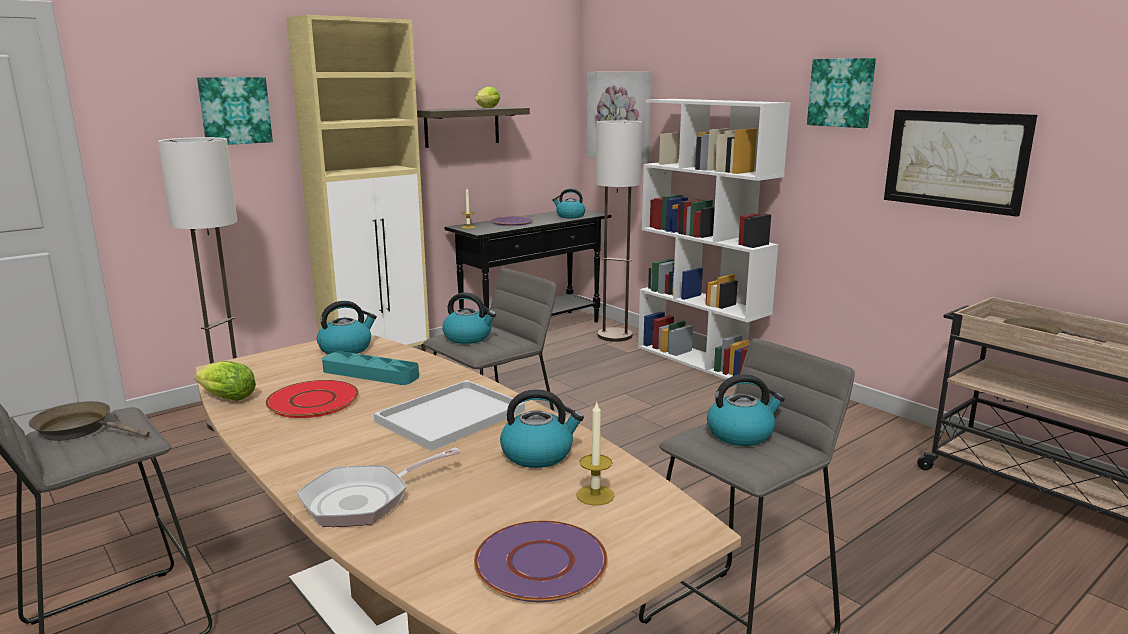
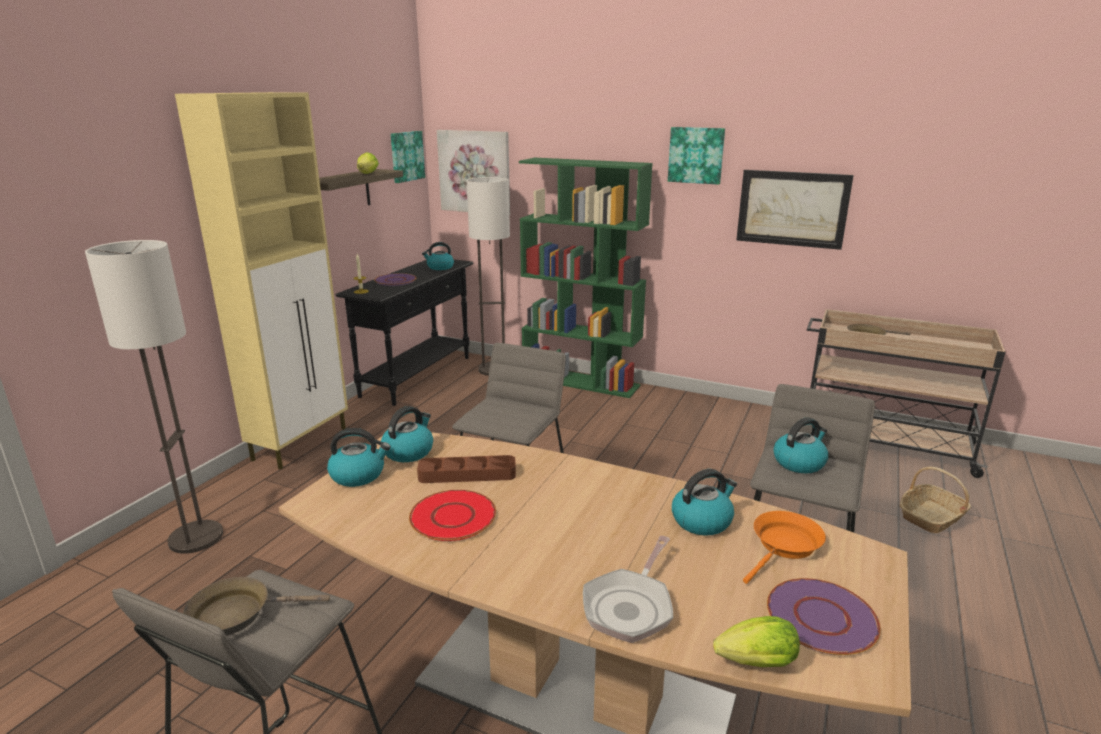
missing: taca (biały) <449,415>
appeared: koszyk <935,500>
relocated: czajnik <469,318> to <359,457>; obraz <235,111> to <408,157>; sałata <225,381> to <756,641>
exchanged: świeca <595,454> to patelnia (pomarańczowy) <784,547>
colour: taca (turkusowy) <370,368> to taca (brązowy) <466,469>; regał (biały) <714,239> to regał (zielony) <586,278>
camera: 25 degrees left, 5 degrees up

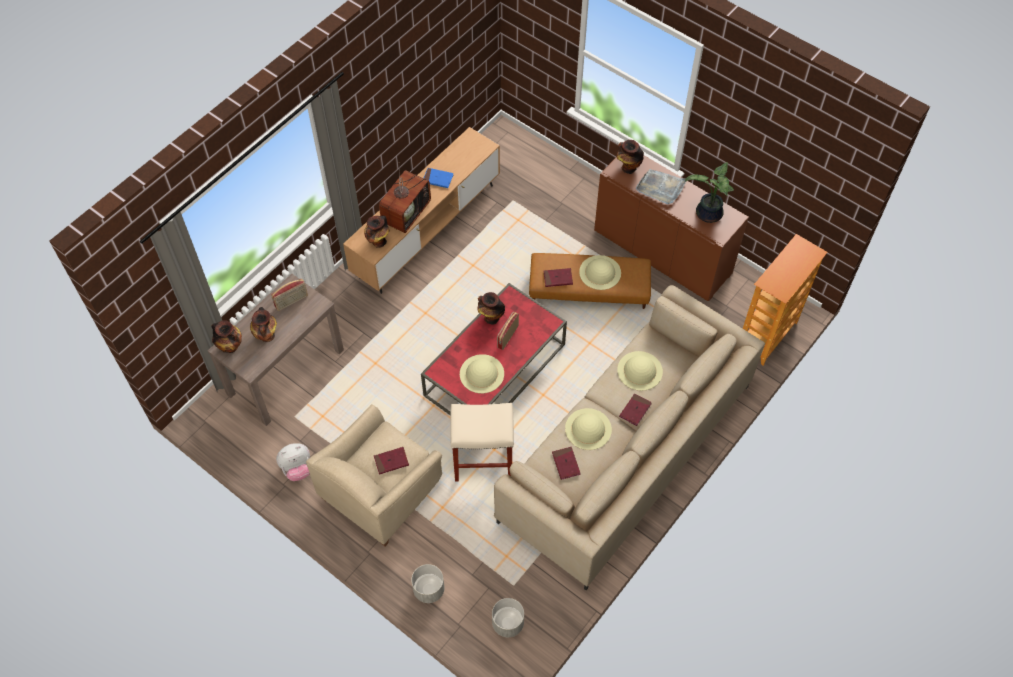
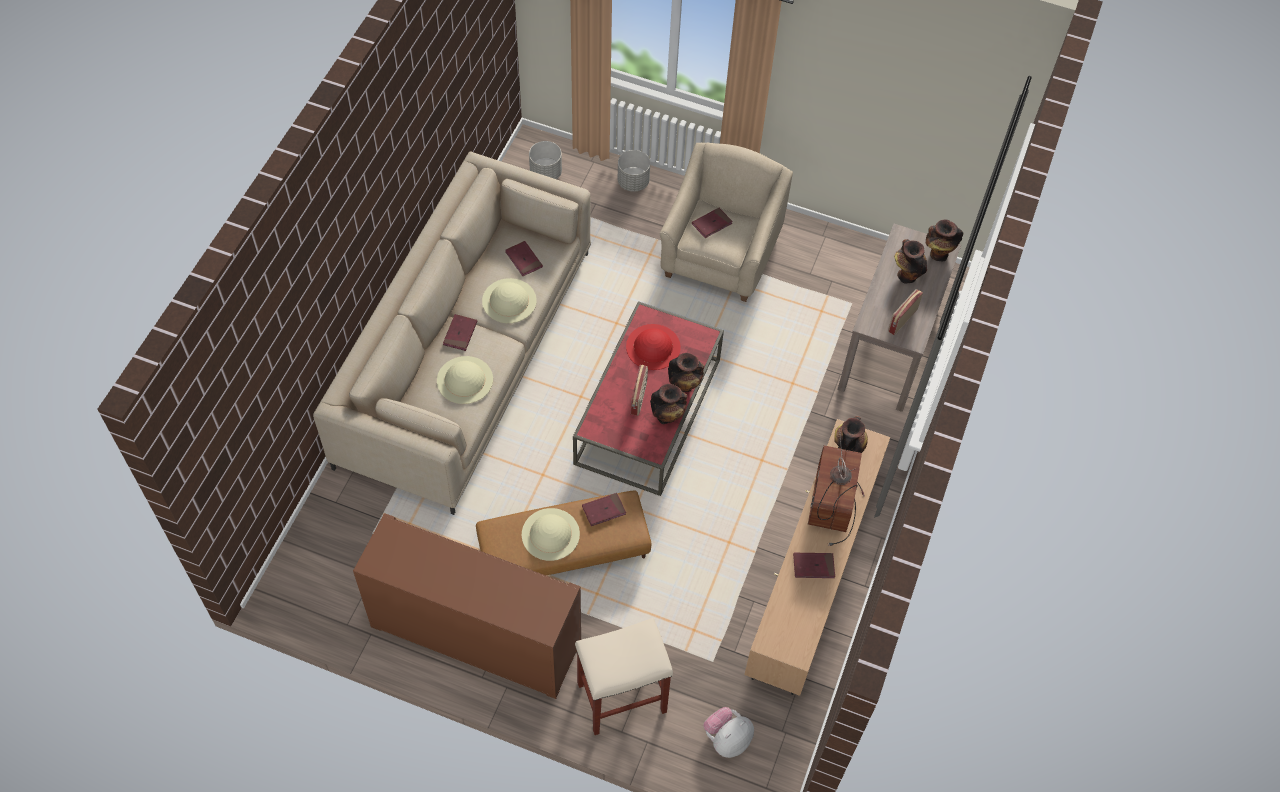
missing: taca (szary) <661,186>; roślina doniczkowa <709,192>; regał <785,300>
relocated: stołek (beżowy) <482,442> to <624,676>; wazon <630,157> to <686,372>; pluszak <293,462> to <728,732>
colour: kapelusz (beżowy) <482,373> to kapelusz (czerwony) <653,347>; książka (niebieski) <438,178> to książka (czerwony) <814,565>
camera: 160 degrees right, 0 degrees up

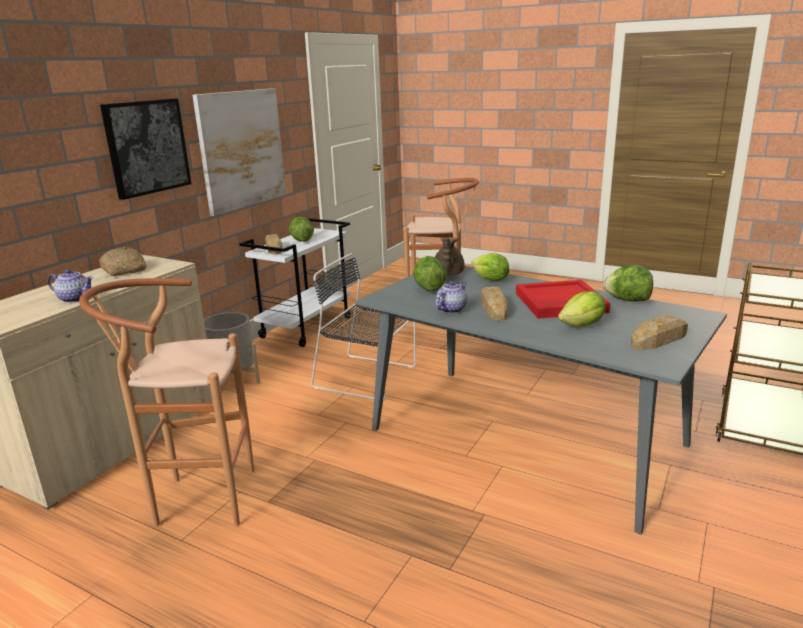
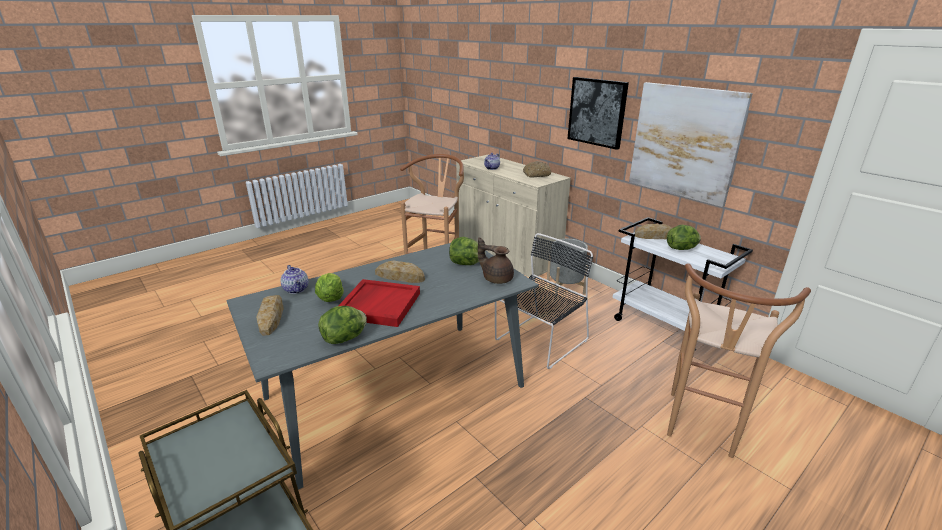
missing: sałata <490,267>
relocated: imbryk <451,297> to <294,279>
camera: 110 degrees right, 5 degrees up

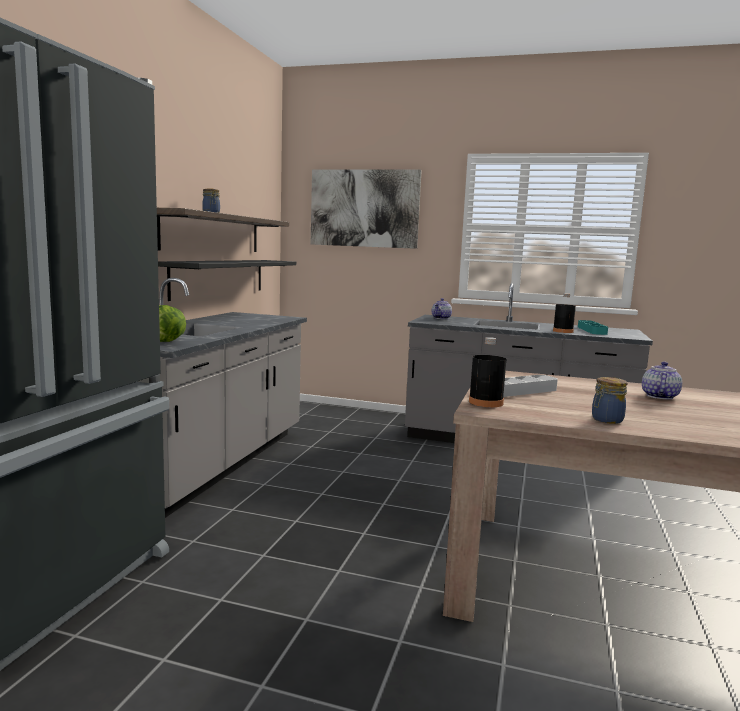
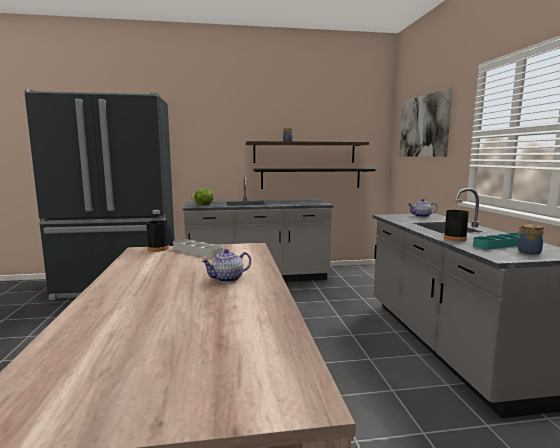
relocated: słoik <610,400> to <530,239>
spun: imbryk <662,381> = <226,266> 150 degrees clockwise
camera: 65 degrees right, 0 degrees up

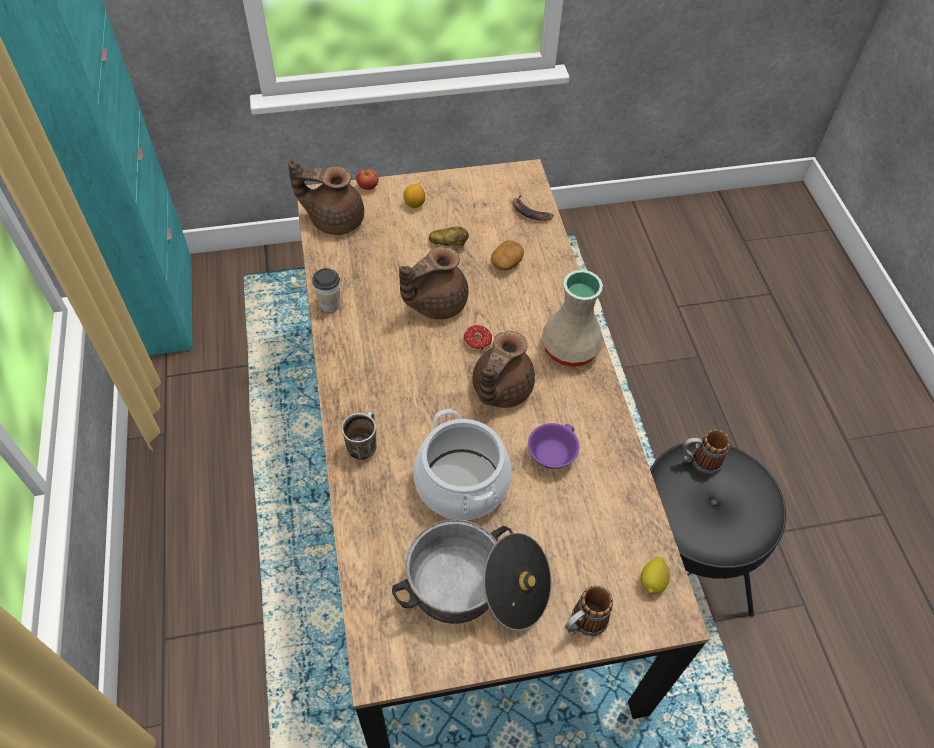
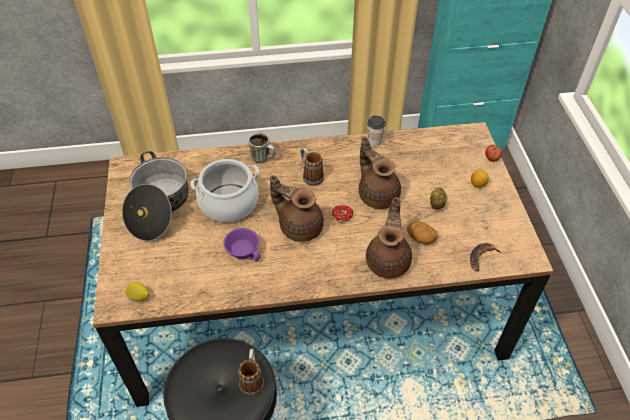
missing: wazon (beżowy) <572,318>
relocated: kubek <589,610> to <312,167>; imbryk (brązowy) <326,197> to <389,237>
camera: 95 degrees right, 5 degrees down

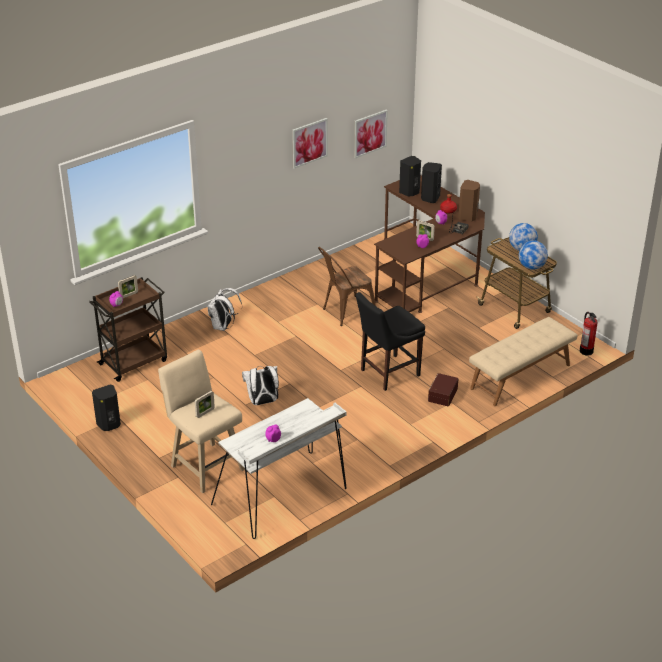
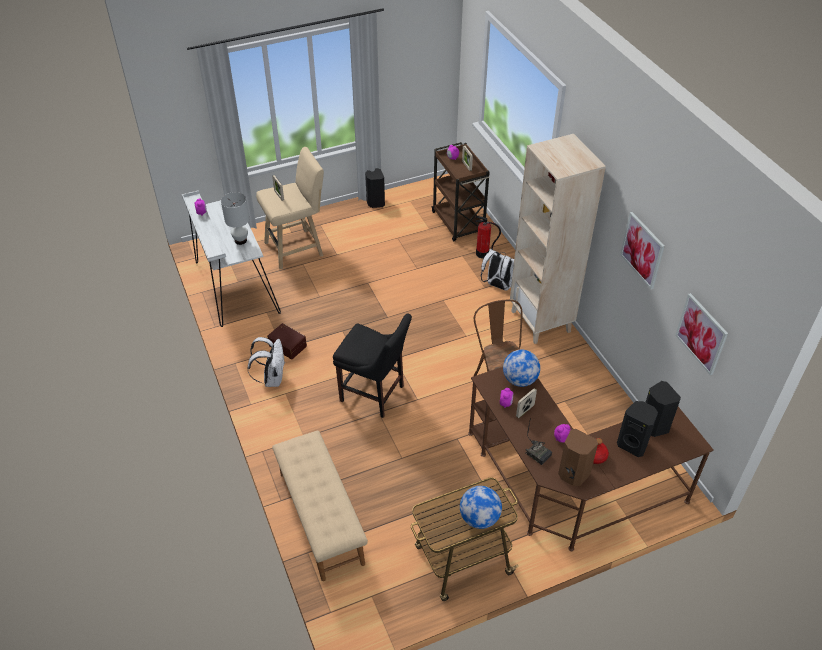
appeared: lampa stołowa (biały) <235,218>; regał (beżowy) <558,239>
relocated: plecak (biały) <260,385> to <265,362>; pojemnik do przechowywania (brązowy) <443,390> to <287,341>; gaśnica <589,334> to <488,237>; globus <533,255> to <521,368>
spun: krzesło (czarny) <390,341> = <372,366> 135 degrees clockwise
camera: 105 degrees right, 10 degrees up

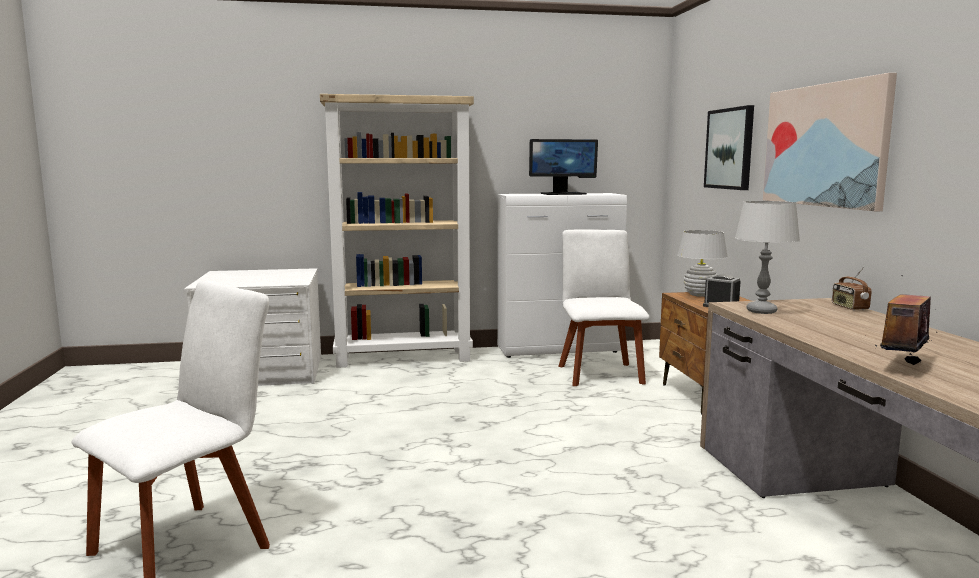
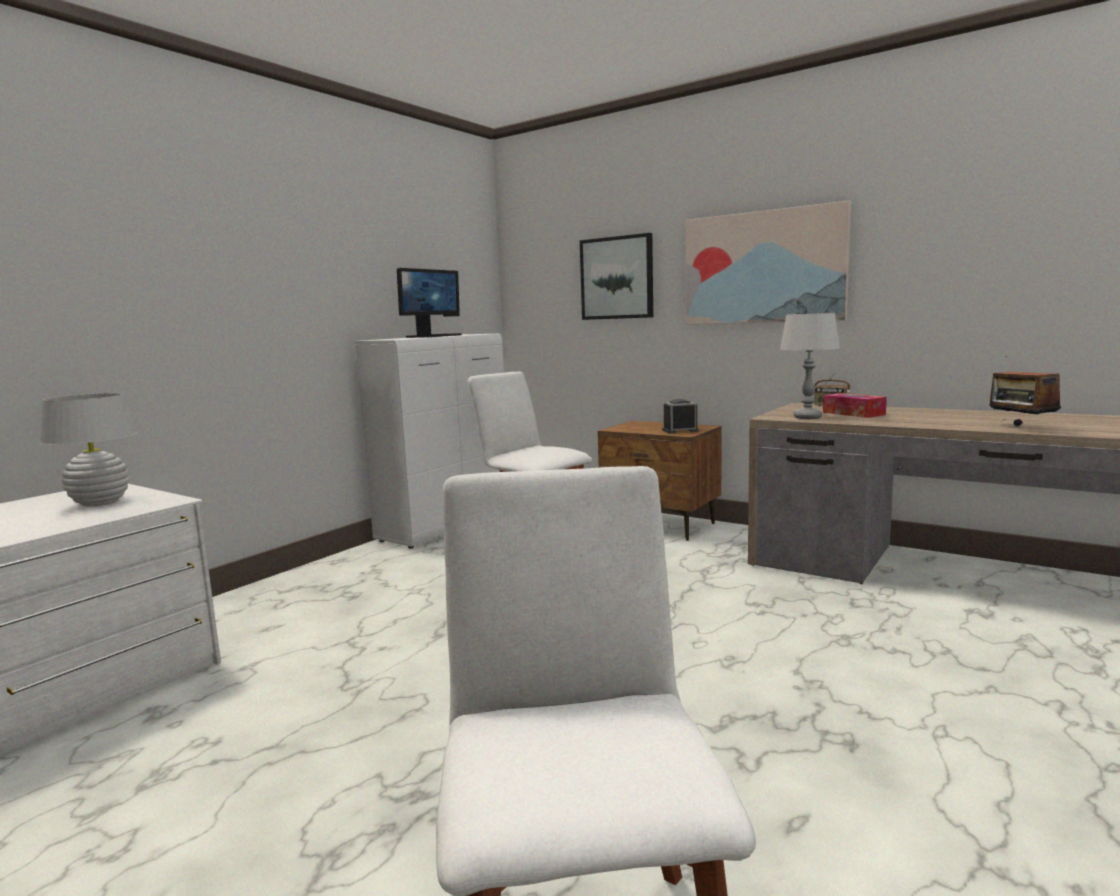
missing: regał (beżowy) <397,231>
appeared: pudełko chusteczek <855,405>
relocated: lampa stołowa (biały) <703,263> to <88,450>
camera: 45 degrees left, 0 degrees up

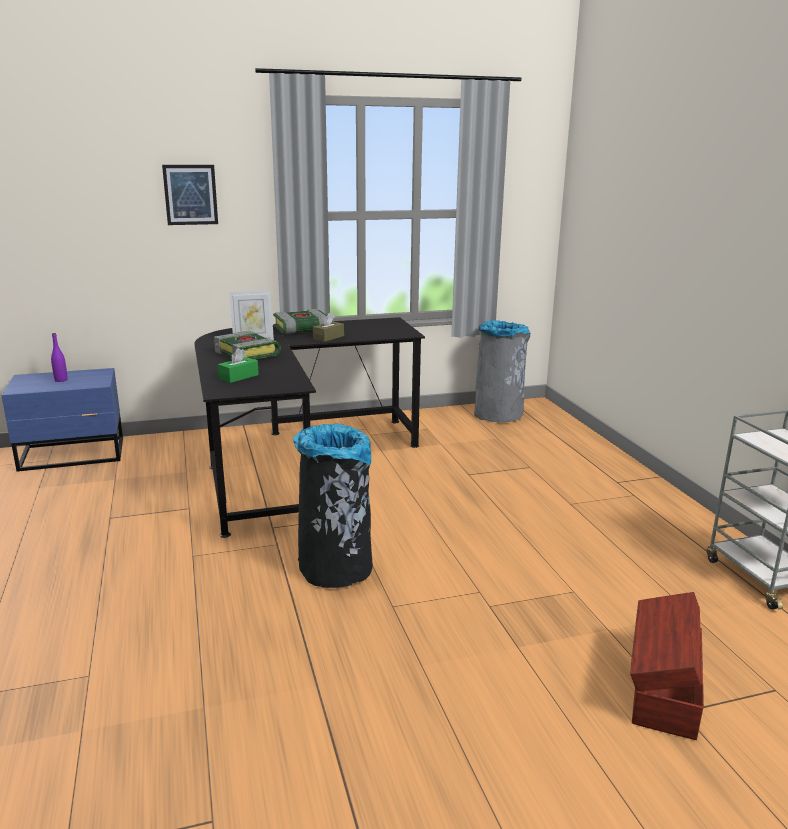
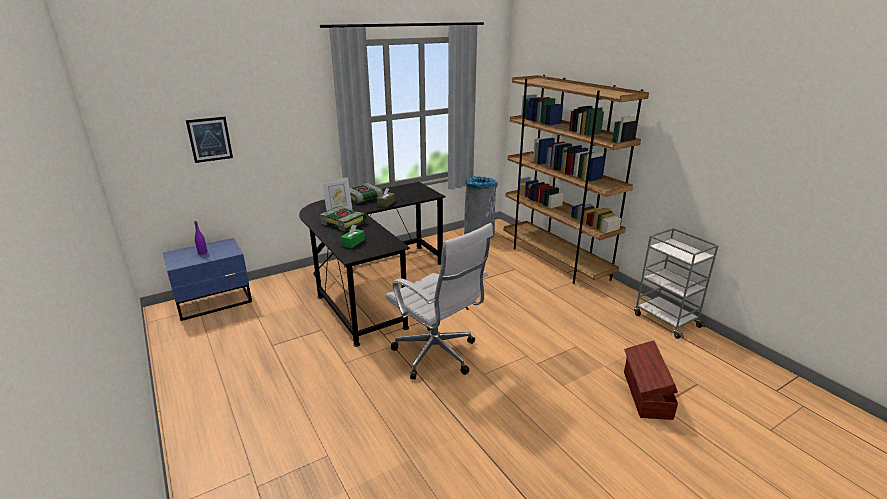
appeared: regał (brązowy) <576,179>
relocated: obraz <190,195> to <209,140>
exchanged: kosz na śmieci (czarny) <333,505> to krzesło biurowe (biały) <439,301>
camera: 15 degrees left, 5 degrees up

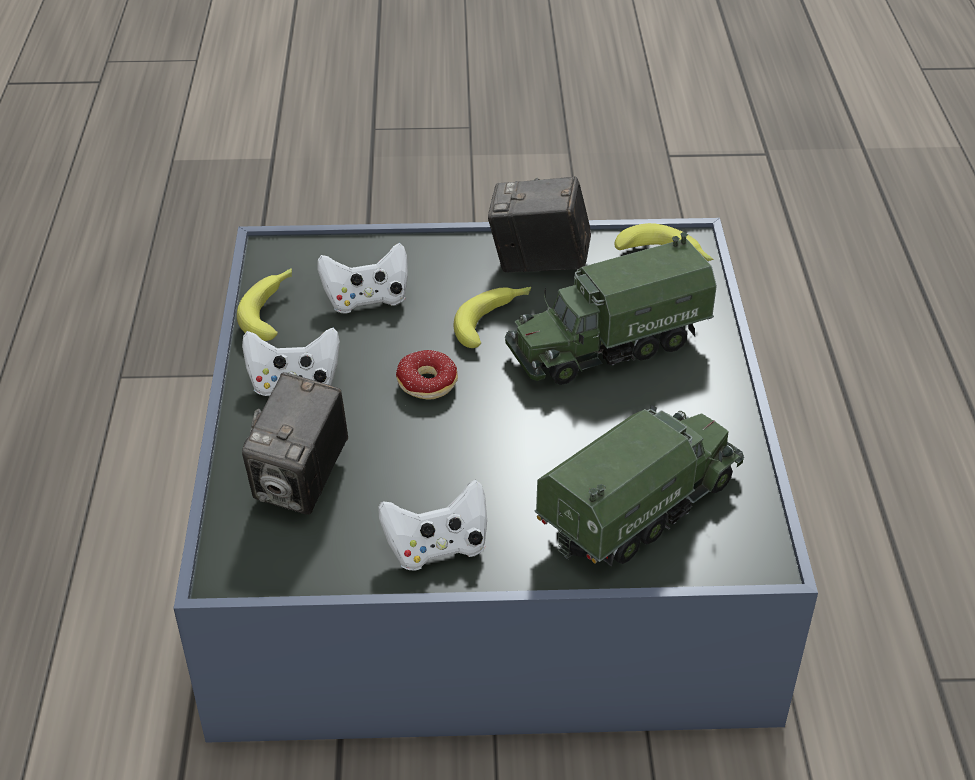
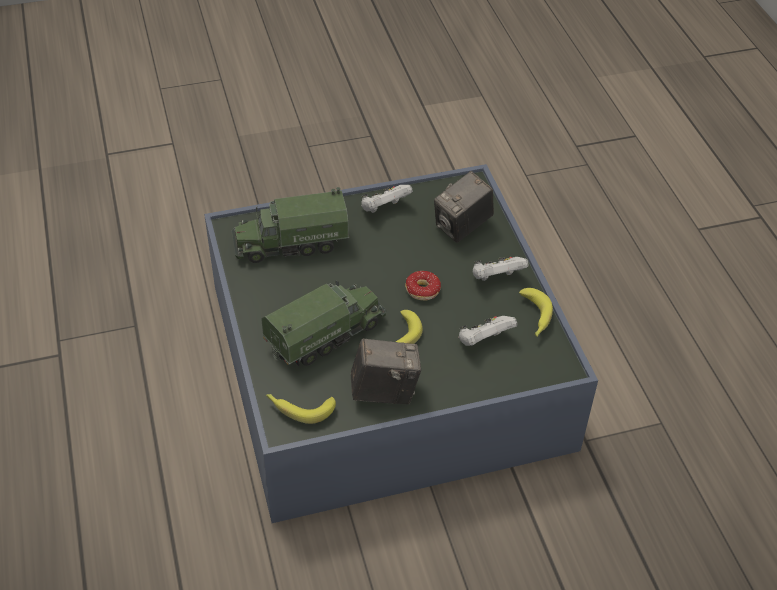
spun: ciężarówka zabawkowa <639,486> = <290,225> 45 degrees clockwise; aparat fotograficzny <295,443> = <464,207> 135 degrees counterclockwise
camera: 165 degrees right, 5 degrees up

